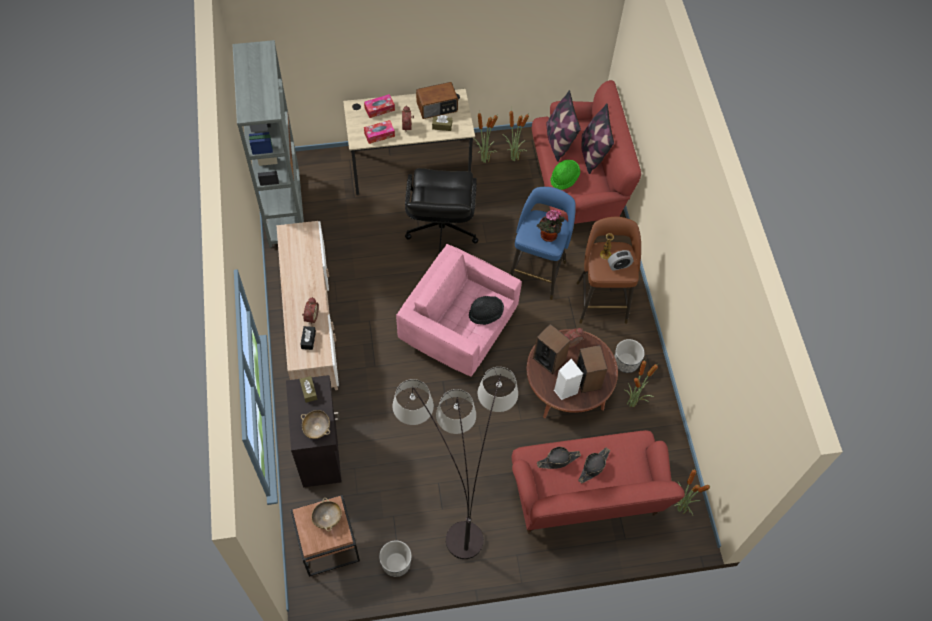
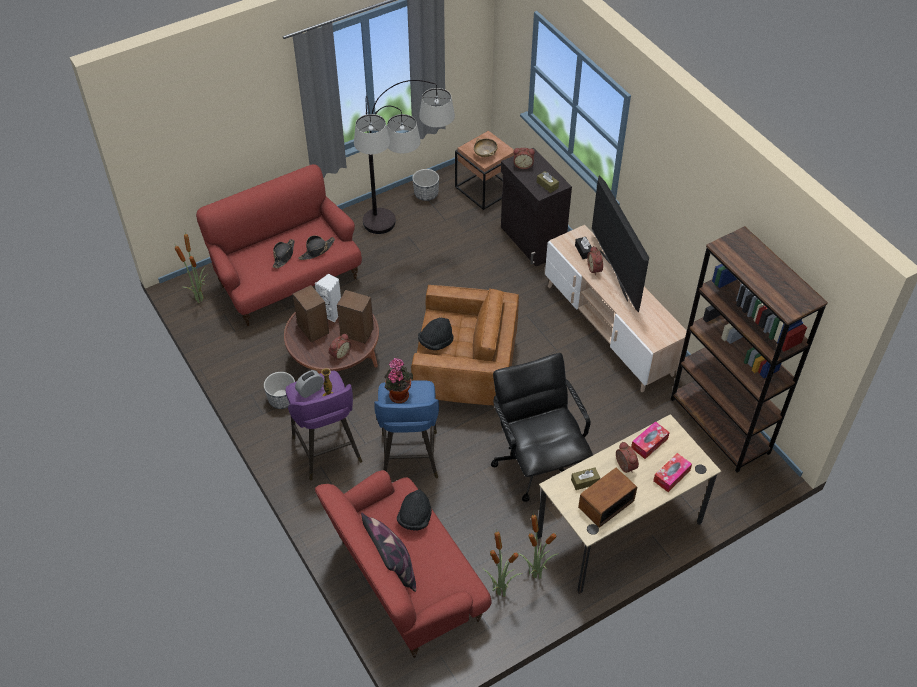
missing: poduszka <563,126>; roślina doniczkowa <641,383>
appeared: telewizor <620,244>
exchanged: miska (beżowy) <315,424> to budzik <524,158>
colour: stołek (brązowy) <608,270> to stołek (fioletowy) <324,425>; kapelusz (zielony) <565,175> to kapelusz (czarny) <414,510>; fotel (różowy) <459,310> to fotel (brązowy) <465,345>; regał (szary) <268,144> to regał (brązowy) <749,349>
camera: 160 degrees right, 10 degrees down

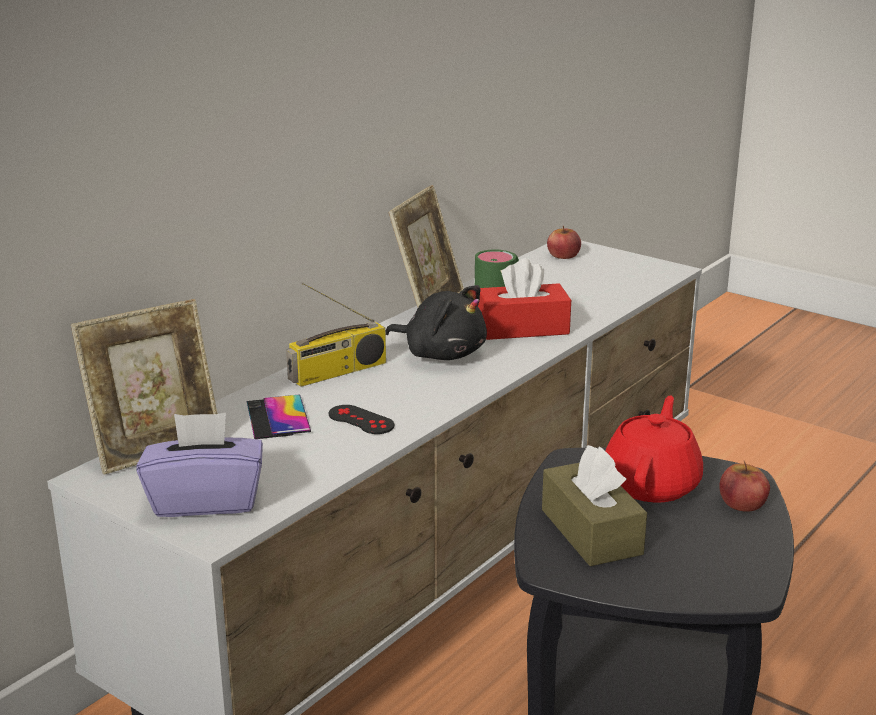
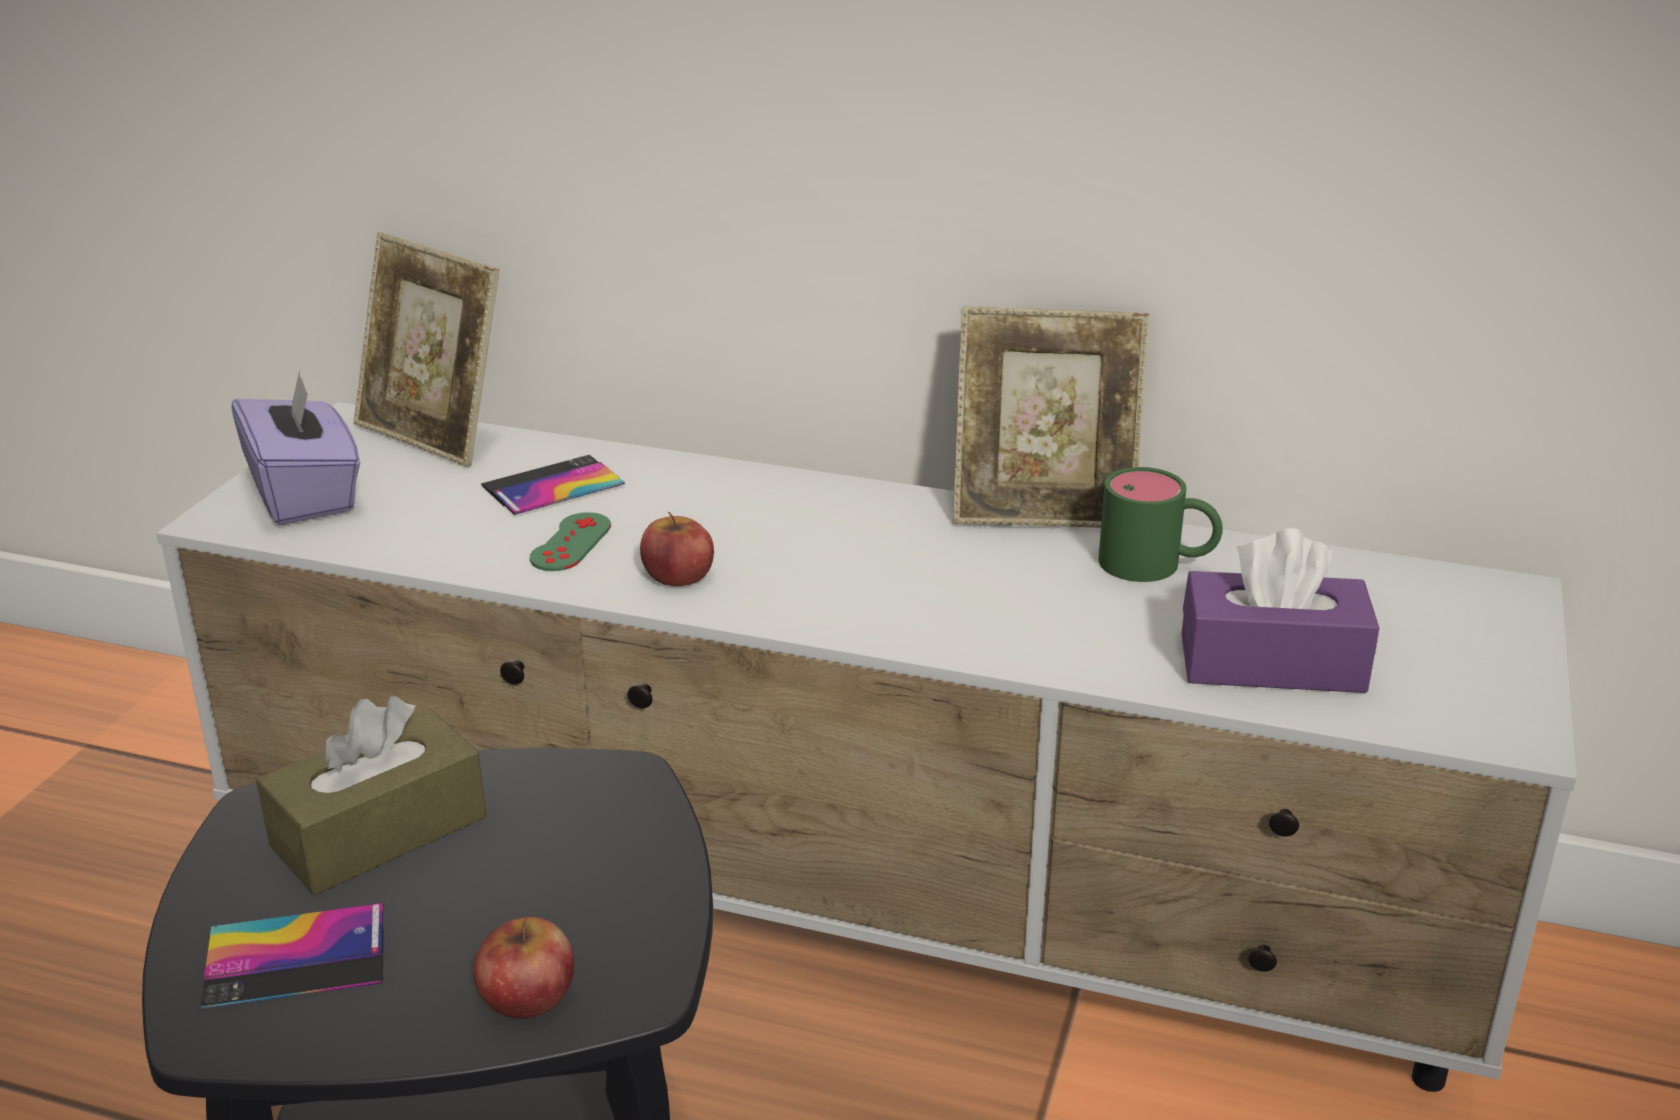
missing: radio <336,334>; pluszak (czarny) <436,322>; pudełko chusteczek (czerwony) <524,299>; imbryk (czerwony) <654,449>
appeared: telefon <292,956>; pudełko chusteczek (fioletowy) <1280,610>
relocated: jabłko <564,242> to <677,549>
colour: pad do gier (czarny) <361,419> to pad do gier (zielony) <570,541>
camera: 70 degrees right, 5 degrees up

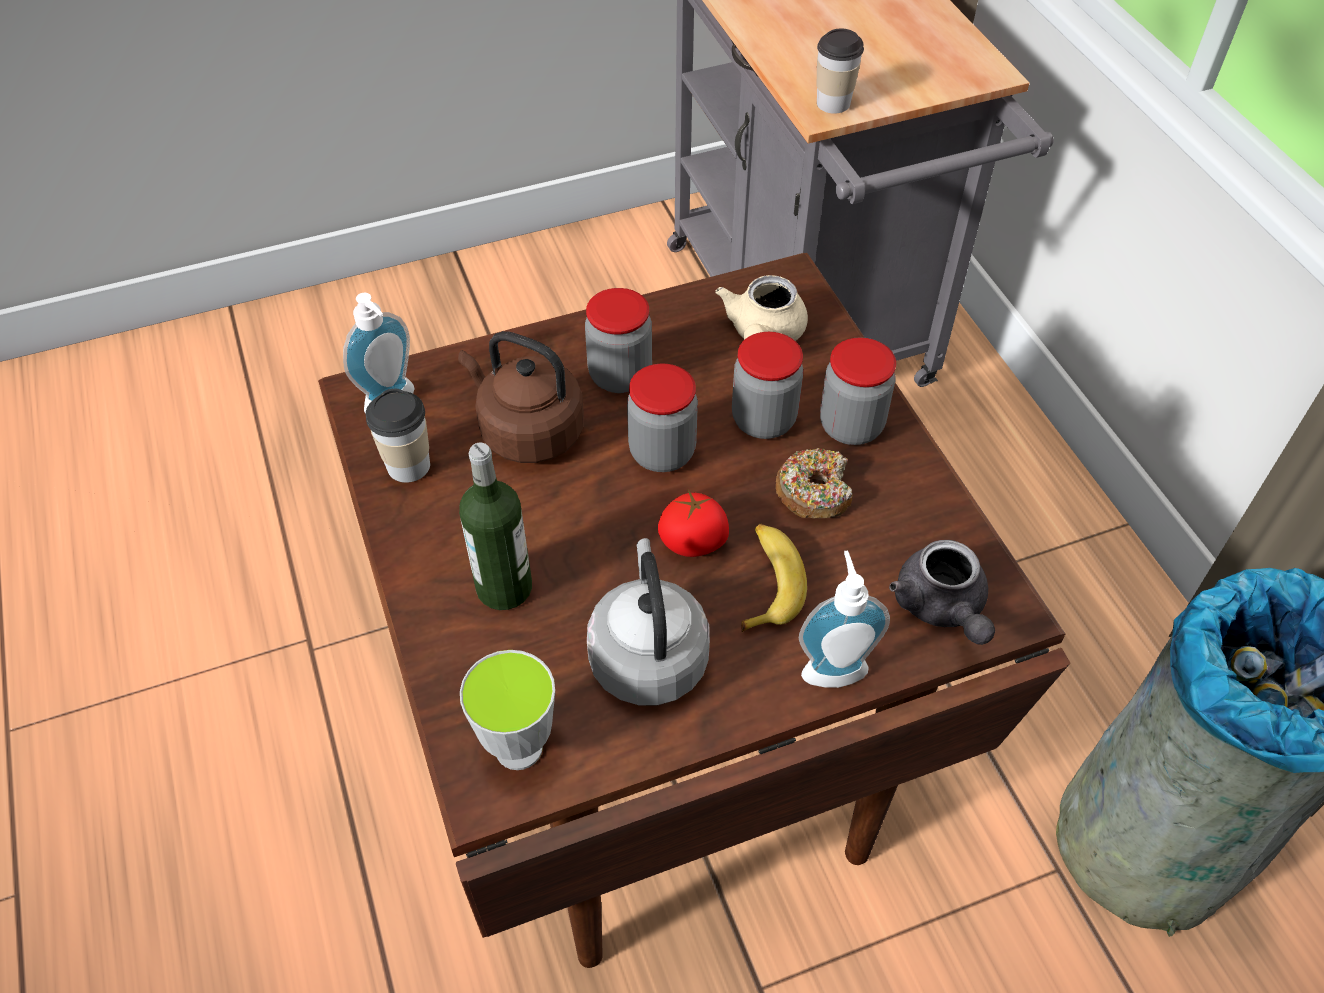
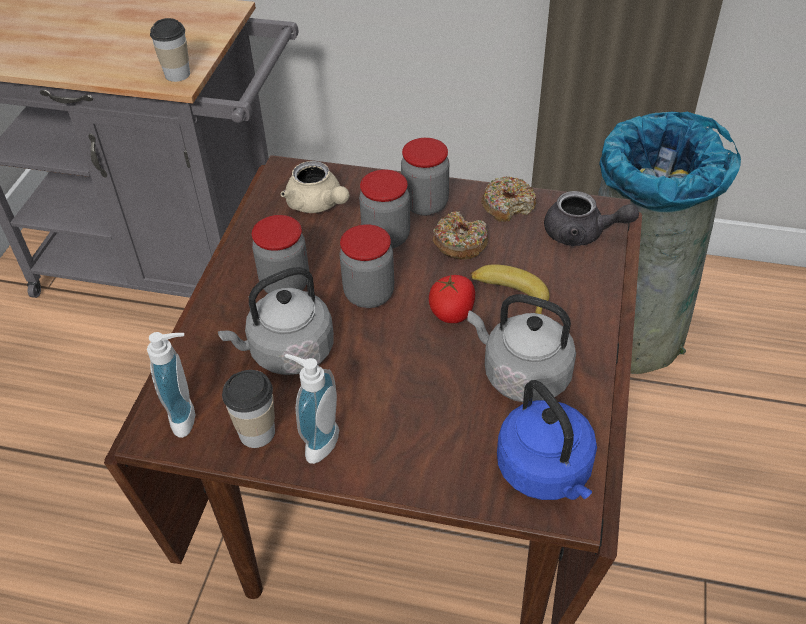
missing: butelka <495,526>
appeared: donut <509,199>
relocated: dozownik mydła <844,619> to <312,409>
exchanged: filiżanka <507,710> to czajnik (niebieski) <547,440>
colour: czajnik (brązowy) <521,397> to czajnik (szary) <276,321>
camera: 55 degrees left, 5 degrees down

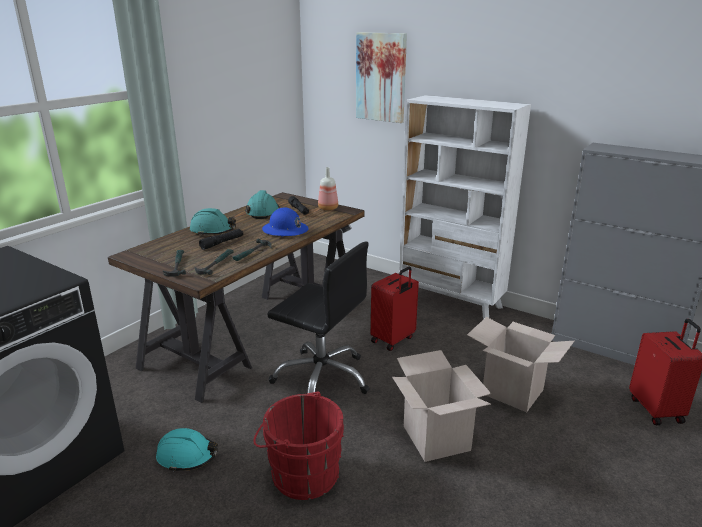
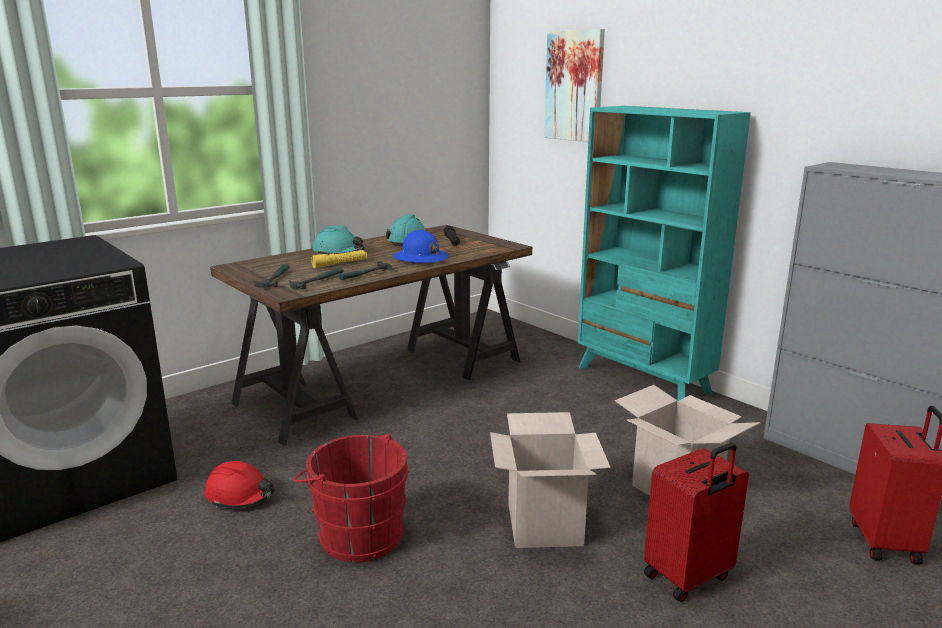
missing: krzesło biurowe (czarny) <318,317>; butelka <328,188>
relocated: walizka (czerwony) <395,309> to <696,522>
colour: kask (turkusowy) <187,450> to kask (czerwony) <239,484>; latarka (czarny) <221,239> to latarka (żółty) <339,259>; regał (biały) <465,207> to regał (turkusowy) <664,253>
camera: 15 degrees right, 5 degrees down

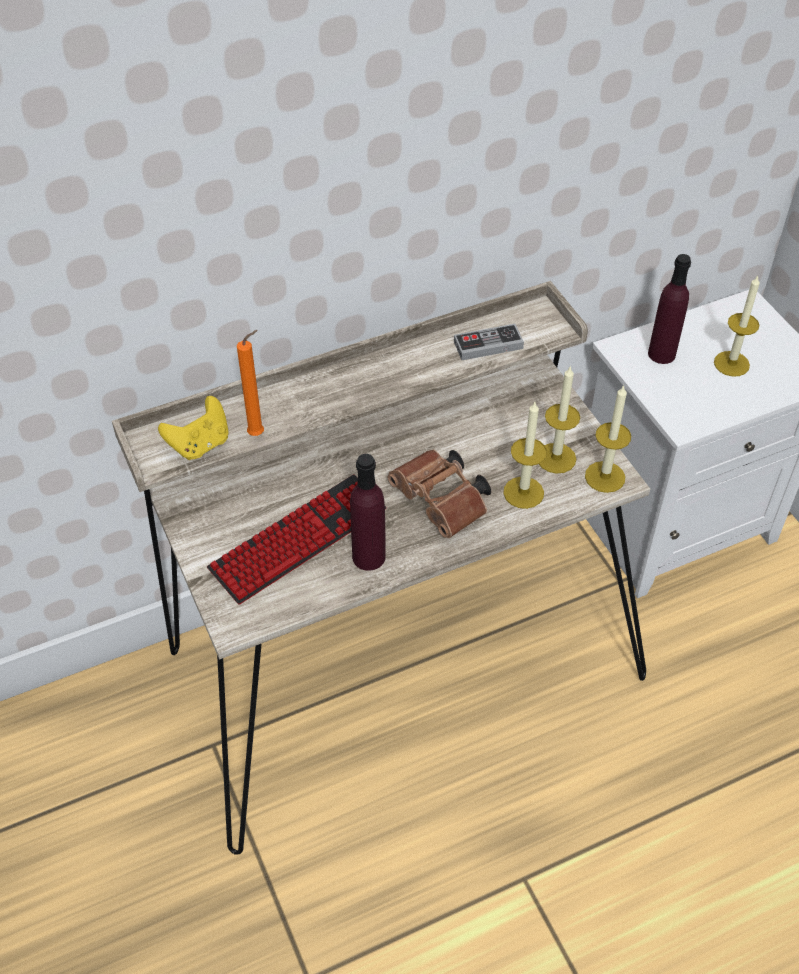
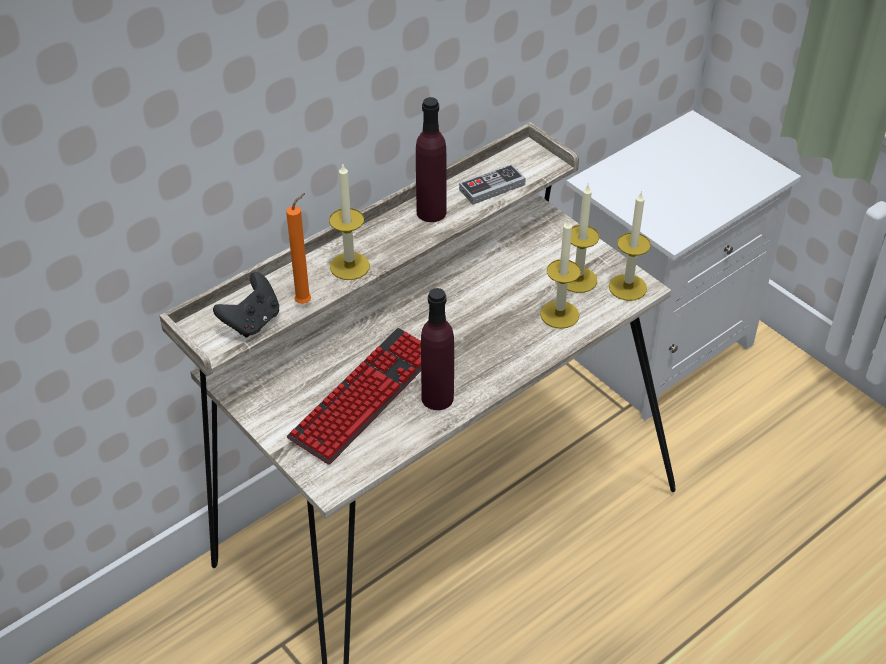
missing: lornetka (brązowy) <439,494>
relocated: świeca <737,326> to <349,222>; butelka (fioletowy) <669,309> to <431,159>
colour: pad do gier (żółty) <193,428> to pad do gier (czarny) <246,305>
camera: 15 degrees left, 5 degrees down

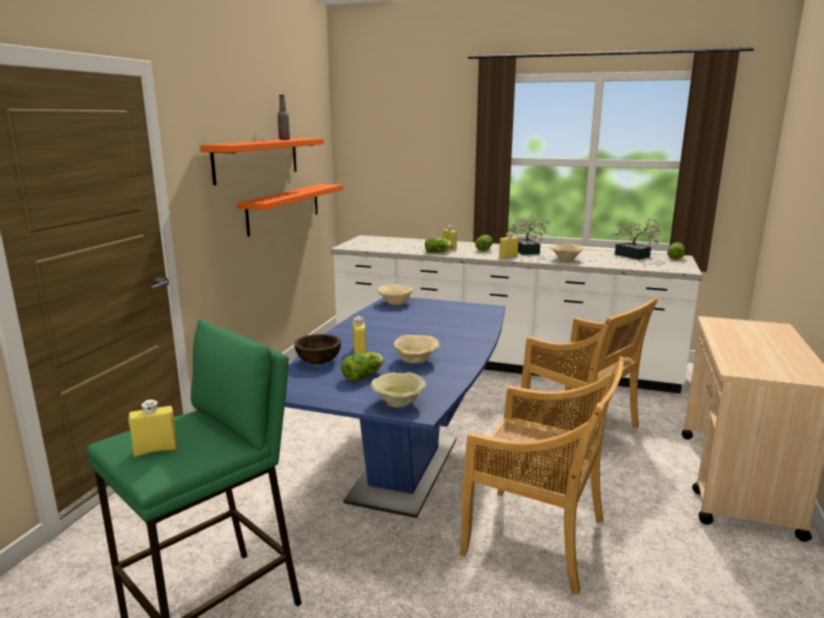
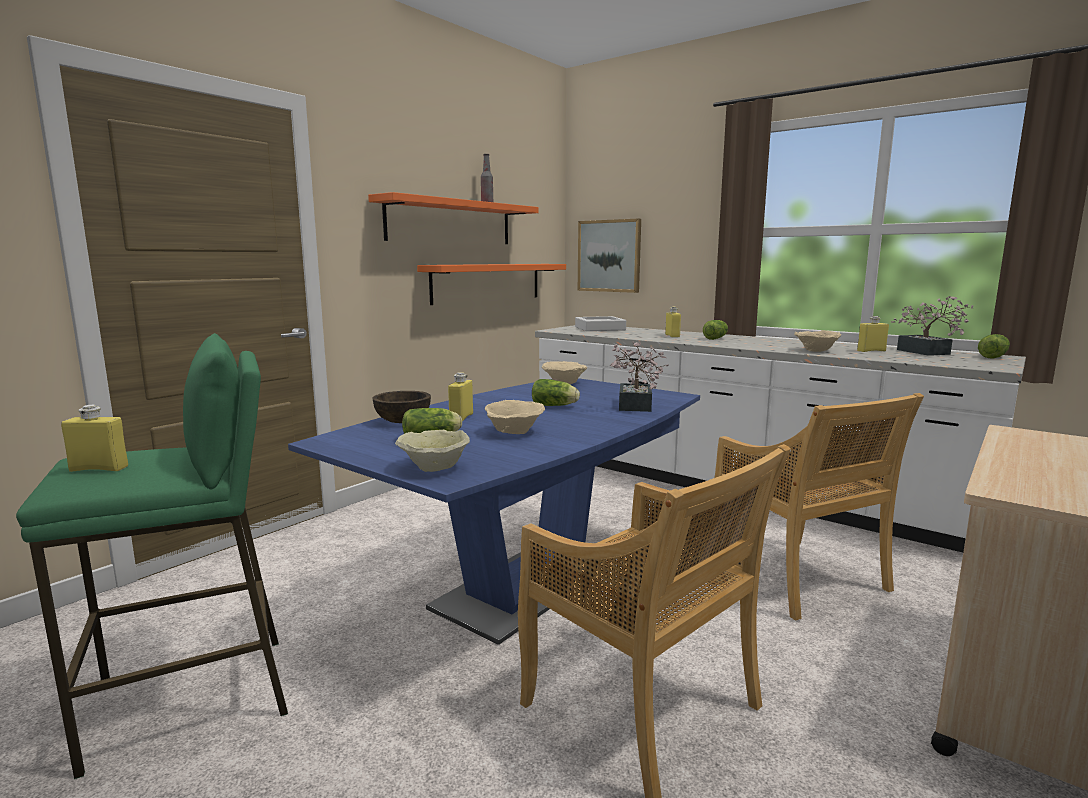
appeared: taca (szary) <600,323>; obraz <609,255>
relocated: sałata <439,245> to <556,392>; roślina doniczkowa <530,235> to <639,376>; butelka (żółty) <509,245> to <873,334>
camera: 20 degrees right, 5 degrees down

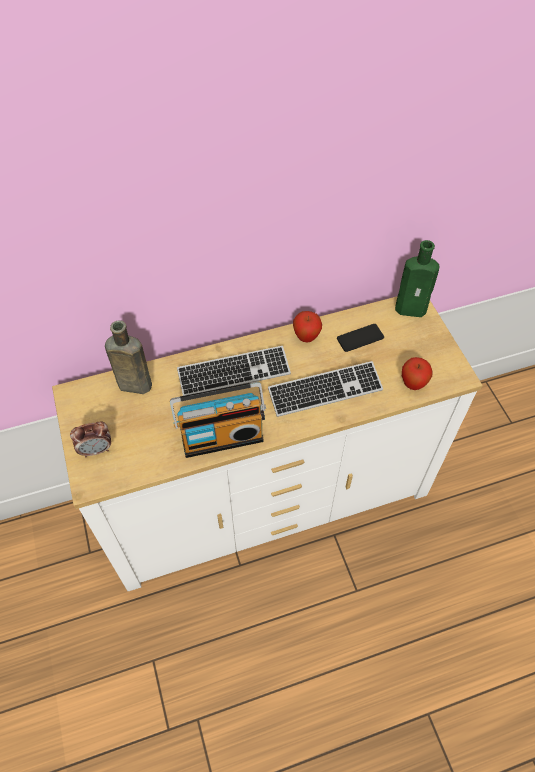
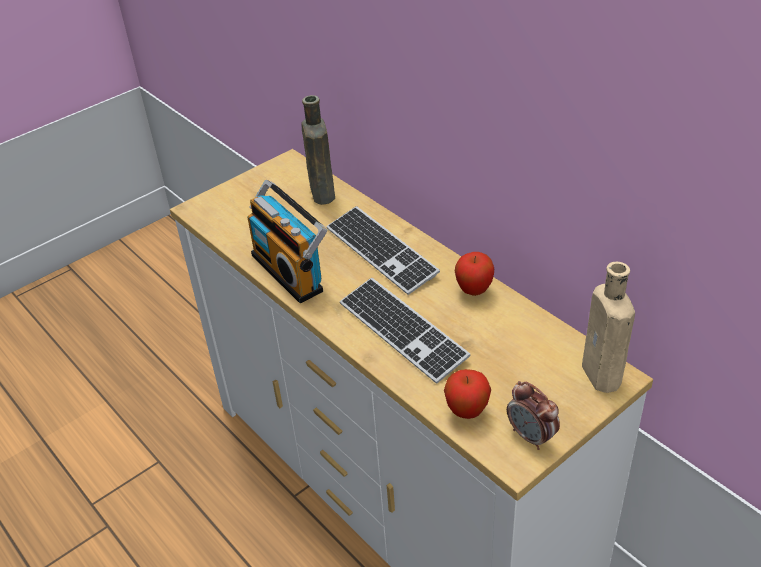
missing: telefon <360,338>
relocated: budzik <90,439> to <533,415>
colour: butelka (zielony) <417,278> to butelka (beżowy) <608,327>
camera: 70 degrees right, 15 degrees down

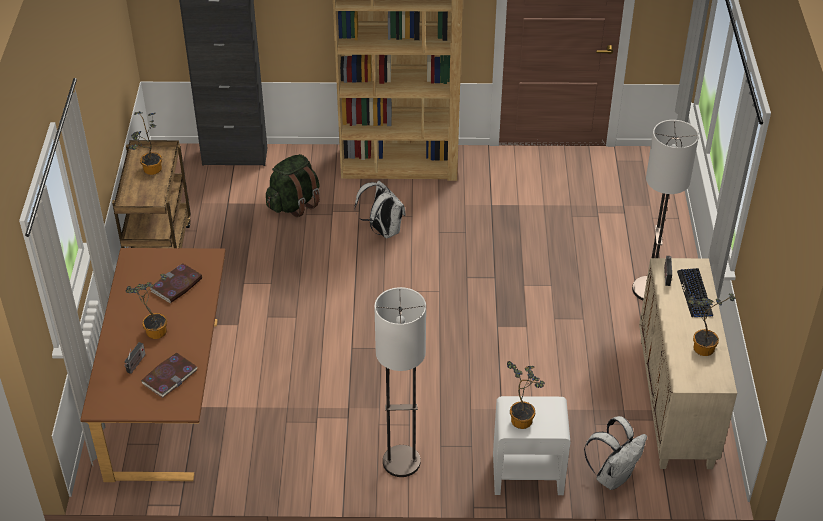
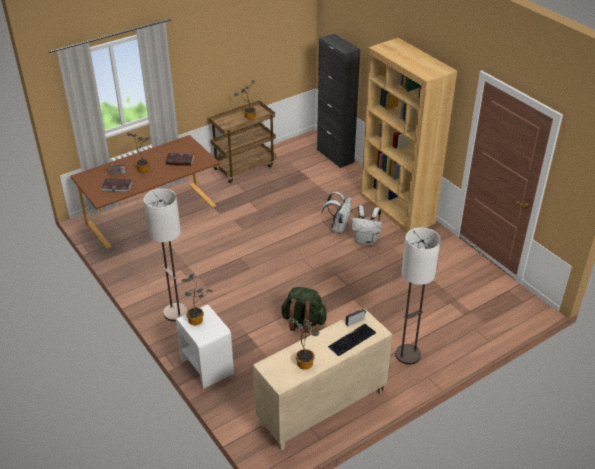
relocated: plecak (zielony) <293,186> to <304,310>; plecak (biały) <615,453> to <366,225>
camera: 55 degrees right, 5 degrees down

